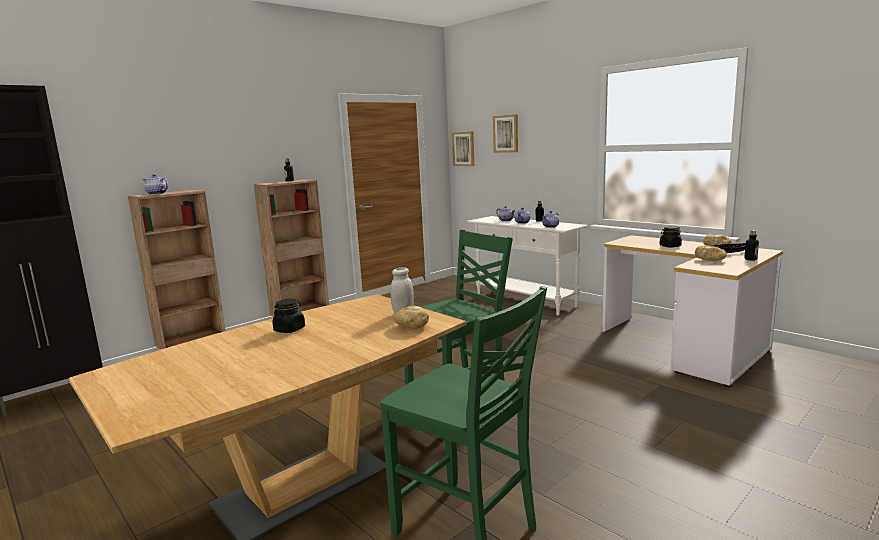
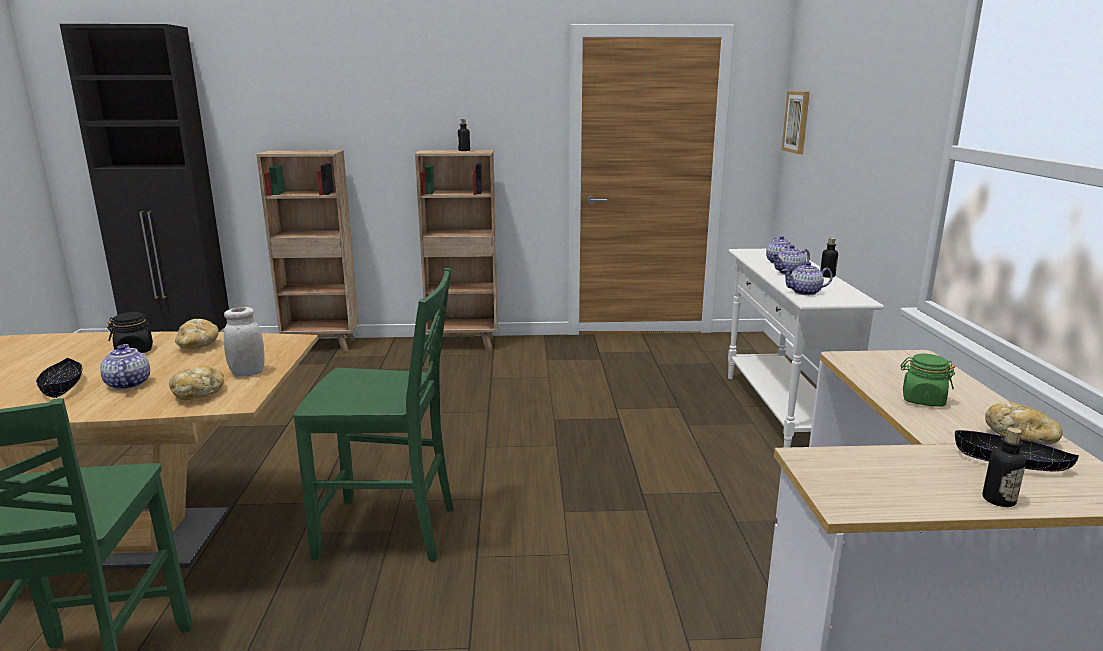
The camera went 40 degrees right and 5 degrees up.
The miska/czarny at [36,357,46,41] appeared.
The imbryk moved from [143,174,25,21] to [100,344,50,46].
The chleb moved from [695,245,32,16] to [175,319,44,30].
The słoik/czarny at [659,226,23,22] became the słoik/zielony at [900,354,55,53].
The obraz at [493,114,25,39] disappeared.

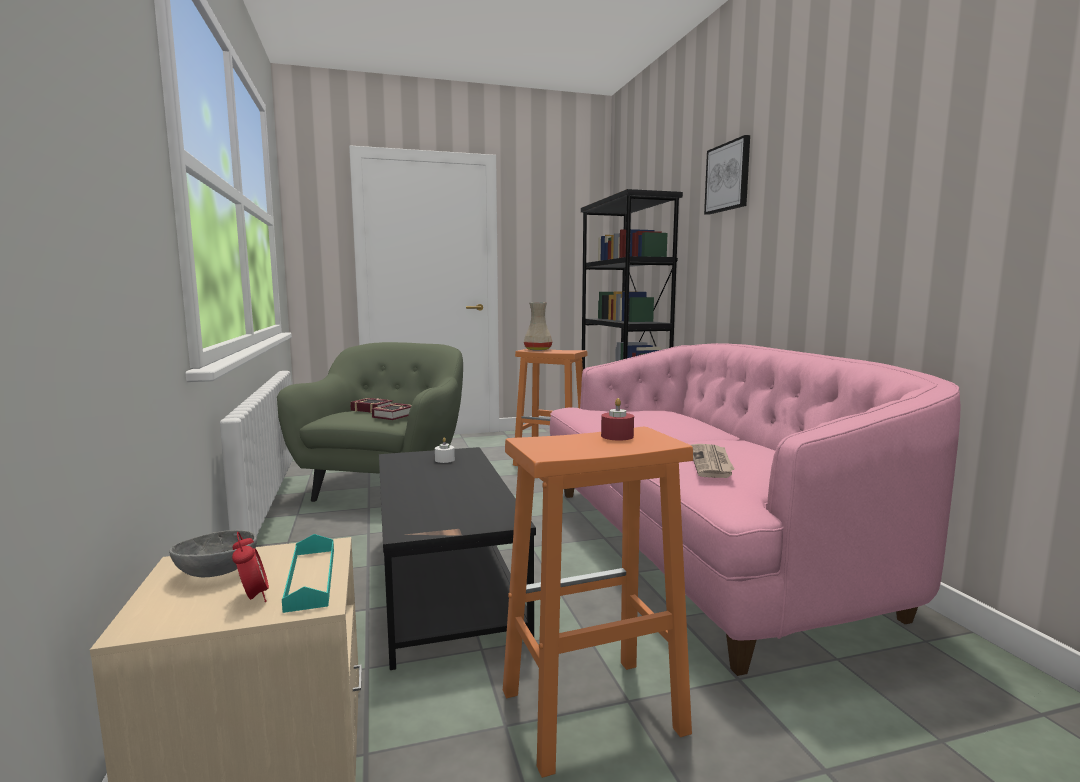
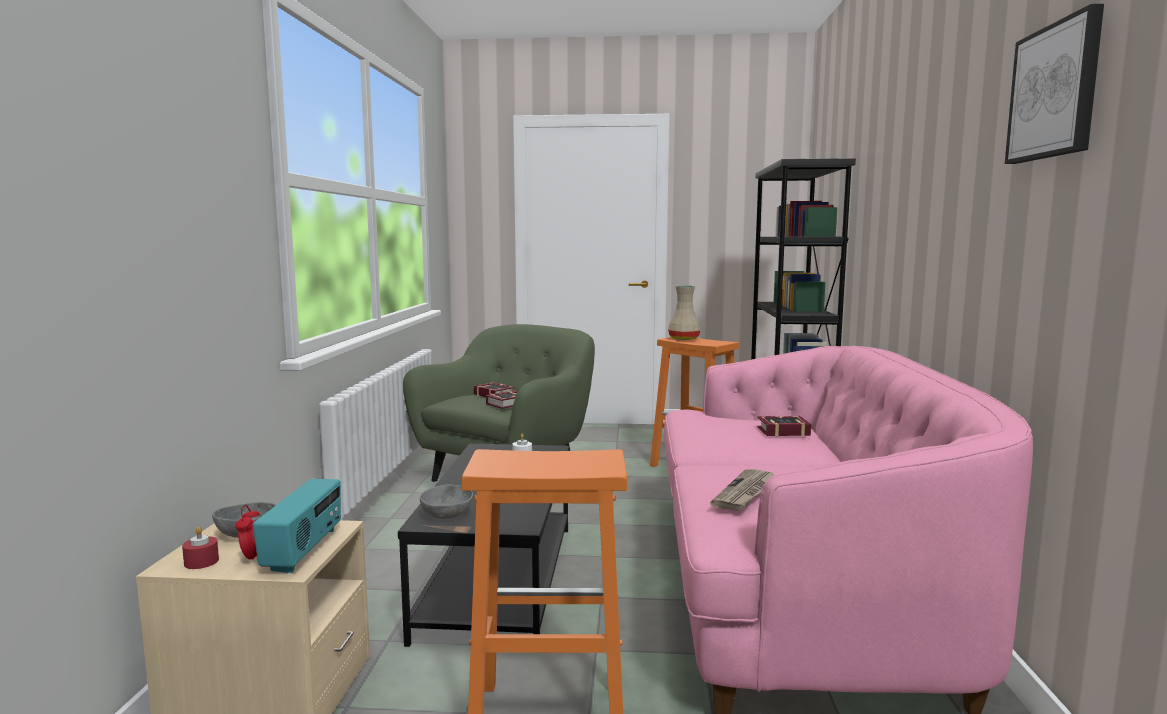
The camera went 20 degrees right and 0 degrees up.
The świeca/czerwony moved from [601,398,33,42] to [182,527,37,42].
The taca/turkusowy at [282,534,52,79] was replaced by the radio at [253,479,88,94].
The miska/szary at [420,484,53,35] appeared.
The książka at [757,415,54,22] appeared.
The obraz moved from [704,135,46,80] to [1005,4,99,160].

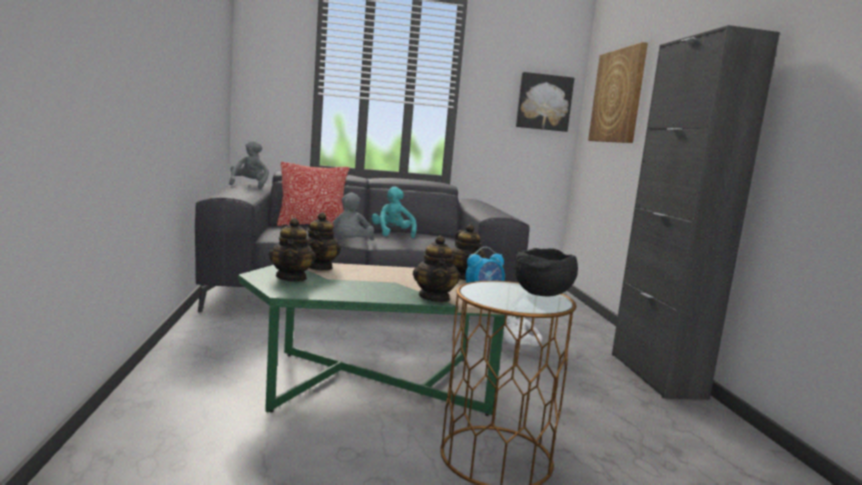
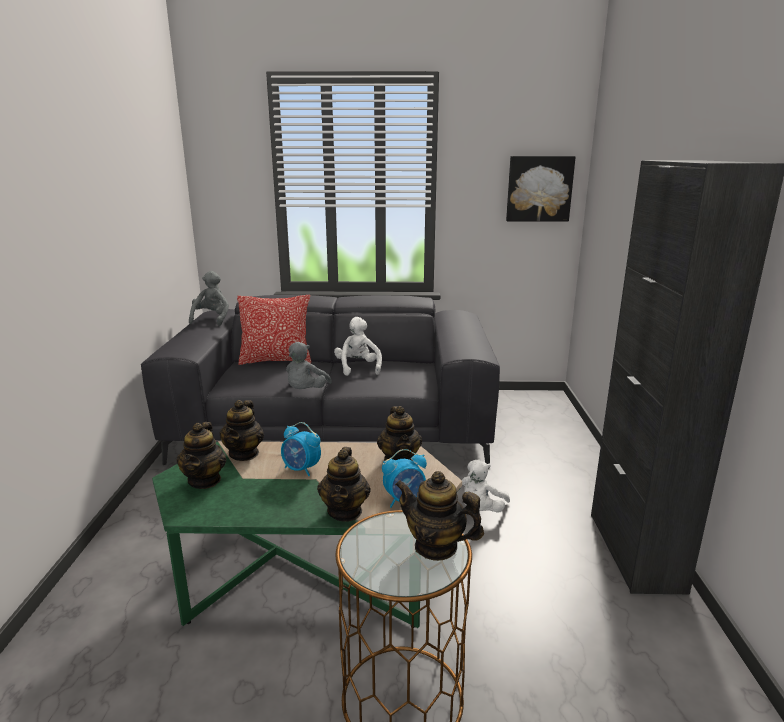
The camera went 10 degrees right and 10 degrees up.
The budzik at [281,422,40,54] appeared.
The pluszak/turkusowy at [372,187,45,51] became the pluszak/biały at [334,317,48,59].
The miska/czarny at [514,248,64,48] was replaced by the imbryk at [395,471,89,90].
The obraz at [588,42,60,101] disappeared.

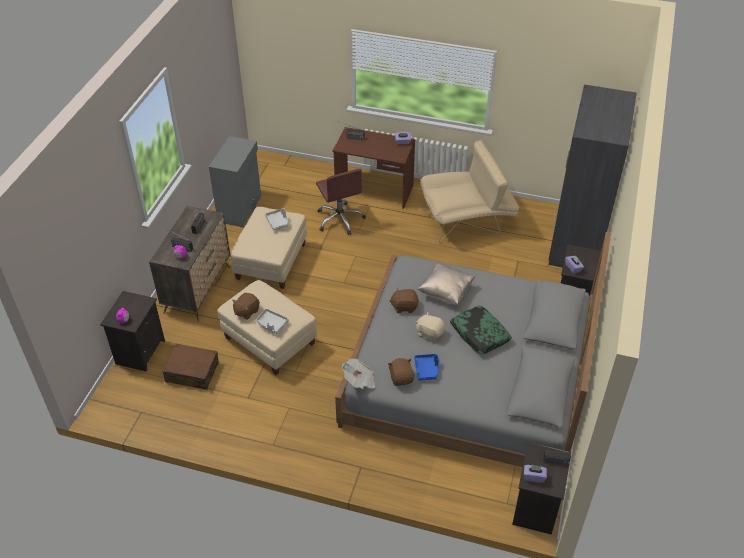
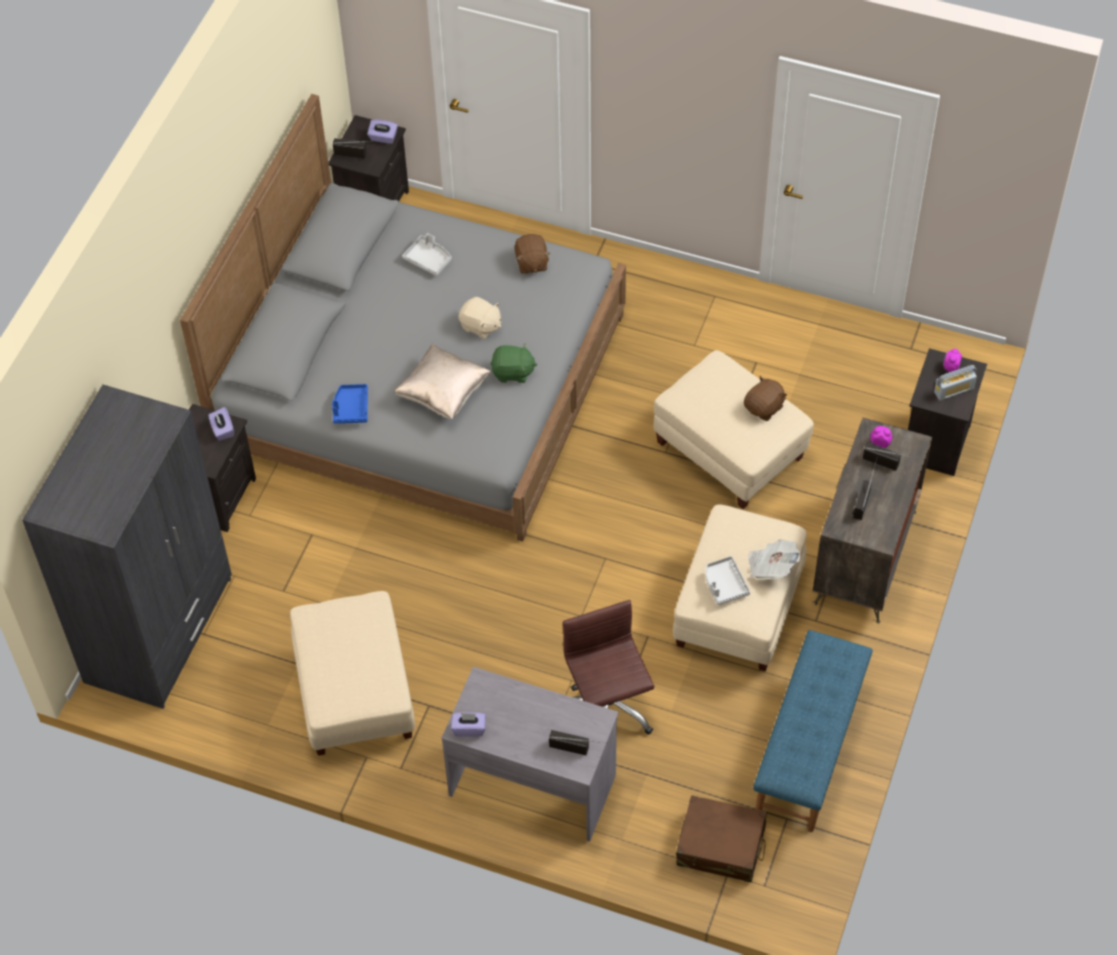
The camera went 175 degrees left and 10 degrees up.
The fotel/beżowy at [420,140,99,102] was replaced by the pufa/beżowy at [290,591,125,165].
The taca/niebieski moved from [414,354,25,27] to [332,384,36,40].
The taca/szary moved from [256,309,33,25] to [402,233,50,43].
The biurko/brązowy at [333,127,82,82] became the biurko/szary at [441,667,178,175].
The pluszak/brązowy at [389,288,30,25] became the pluszak/zielony at [491,343,46,40].
The walizka/brązowy moved from [163,344,56,46] to [676,795,91,87].
The gazeta moved from [342,359,33,30] to [748,539,53,41].
The szafka/szary at [209,136,52,91] was replaced by the ławka/niebieski at [753,630,120,202].
The radio at [934,365,43,36] appeared.
The poduszka at [450,306,62,48] disappeared.

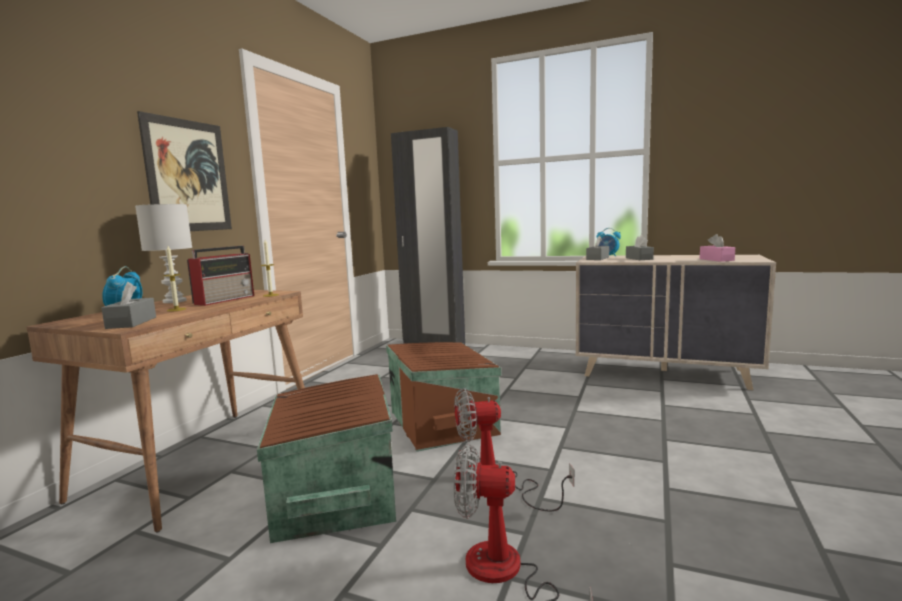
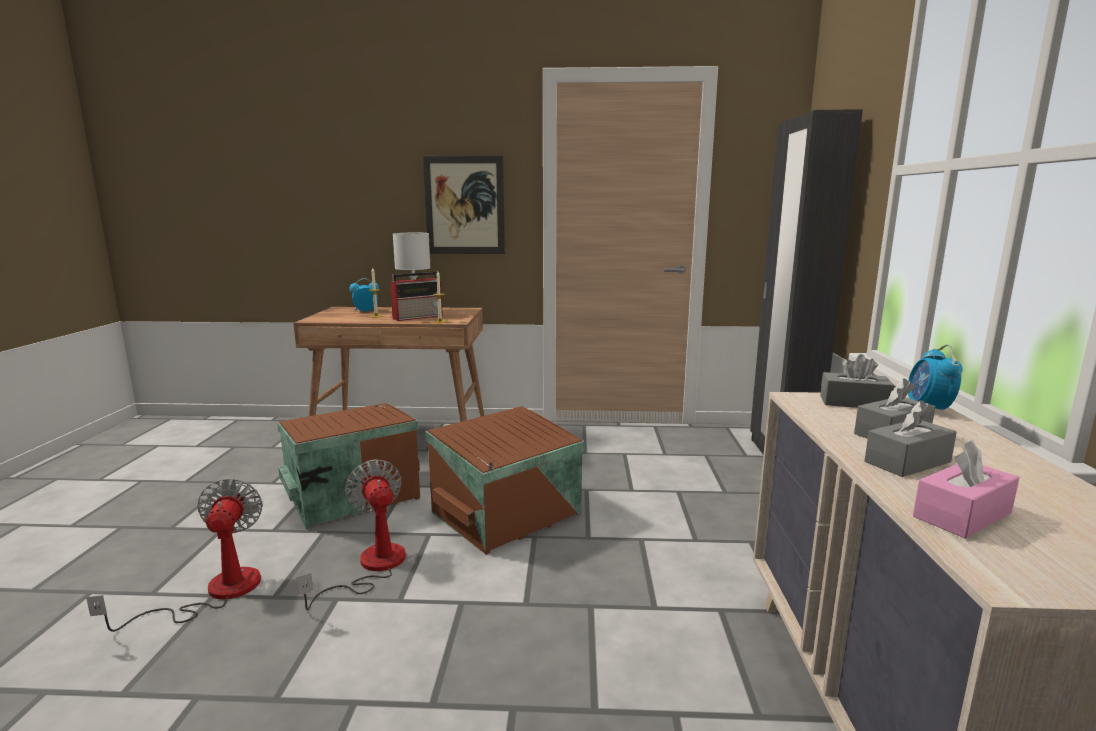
The camera went 70 degrees right and 5 degrees up.
The radio at [187,246,67,60] turned 45 degrees counterclockwise.
The pudełko chusteczek/szary moved from [101,282,55,47] to [864,400,93,77].

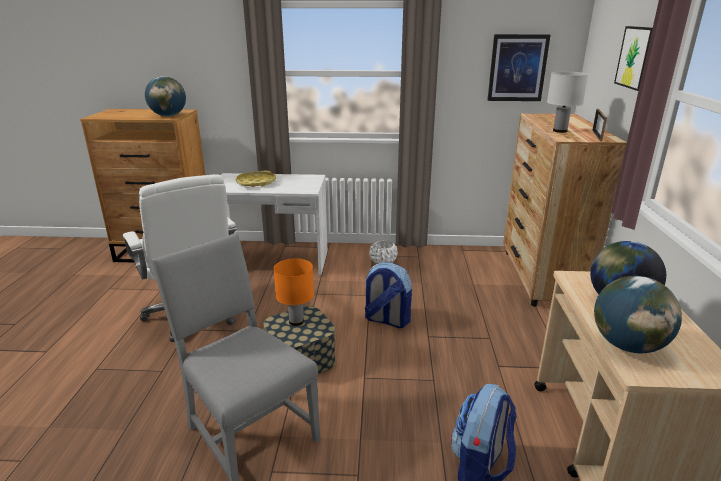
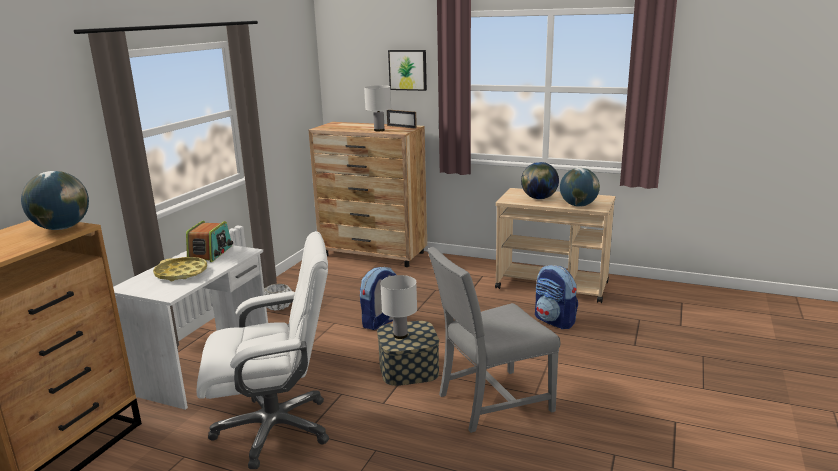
The camera went 70 degrees left and 5 degrees down.
The radio at [186,221,47,41] appeared.
The lampa stołowa/pomarańczowy at [273,259,41,67] became the lampa stołowa/biały at [380,275,37,64].
The obraz at [488,34,62,67] disappeared.

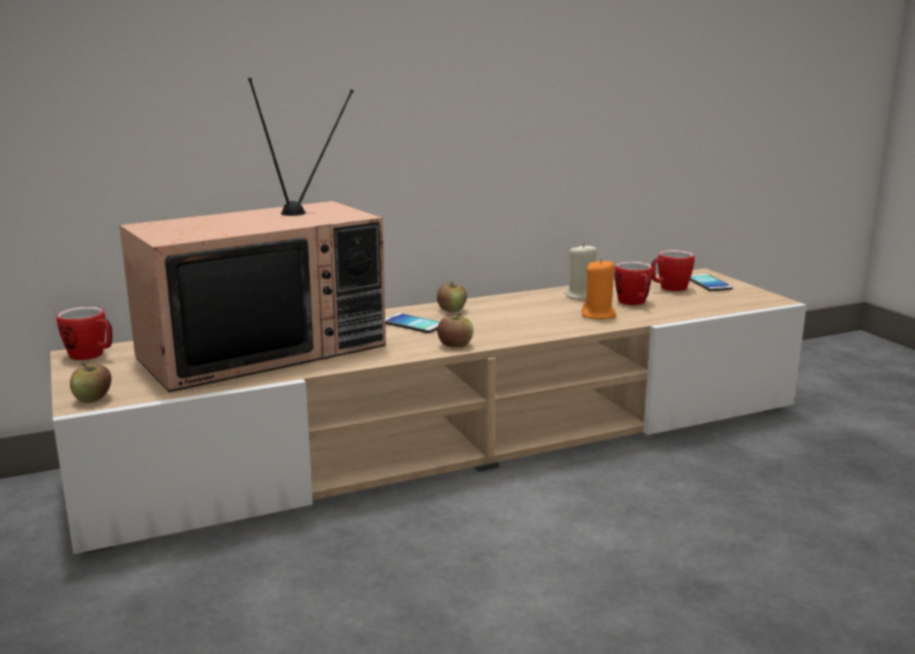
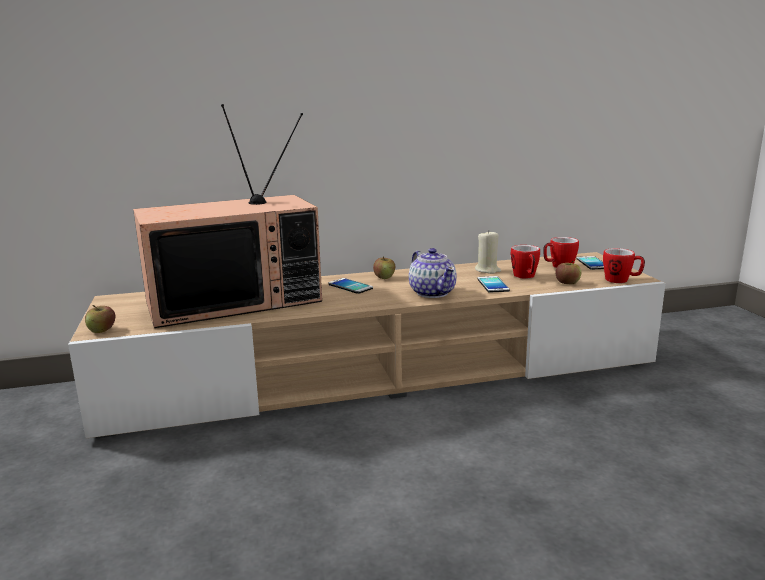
The camera went 10 degrees right and 0 degrees up.
The imbryk at [409,248,48,50] appeared.
The świeca/pomarańczowy at [582,258,35,61] was replaced by the telefon at [478,276,32,17].
The jabłko moved from [437,314,36,33] to [556,261,25,23].
The kubek moved from [57,307,55,53] to [603,248,42,35].

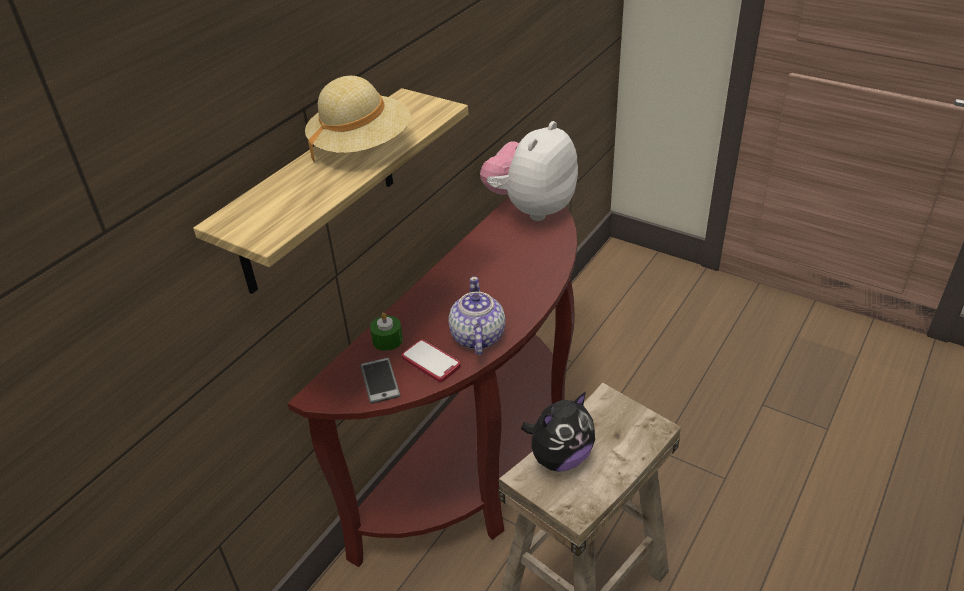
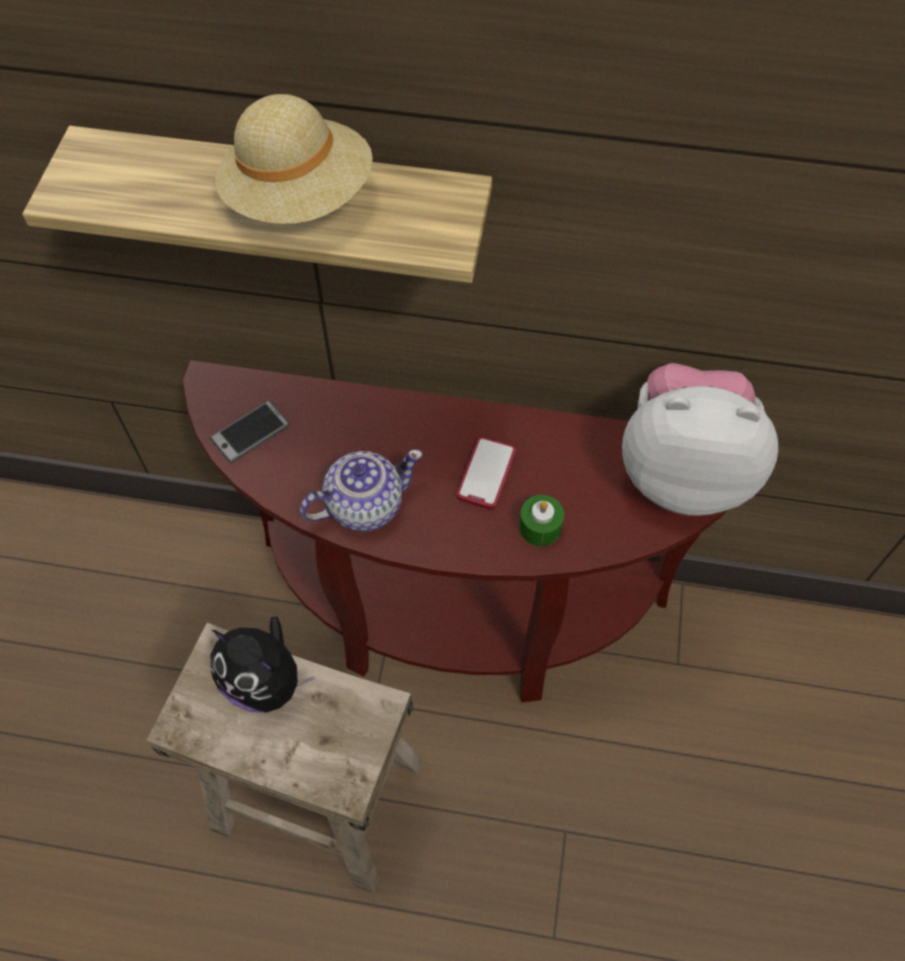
The camera went 65 degrees right and 20 degrees up.
The telefon moved from [402,340,58,42] to [457,437,59,73].
The świeca/zielony moved from [370,313,33,38] to [519,495,45,51].

